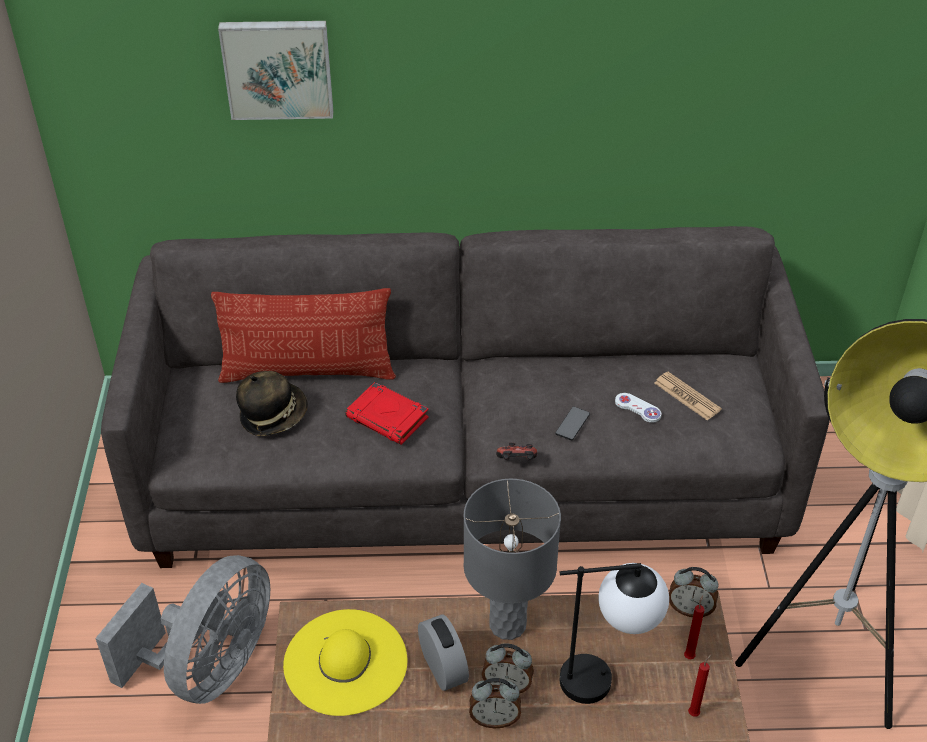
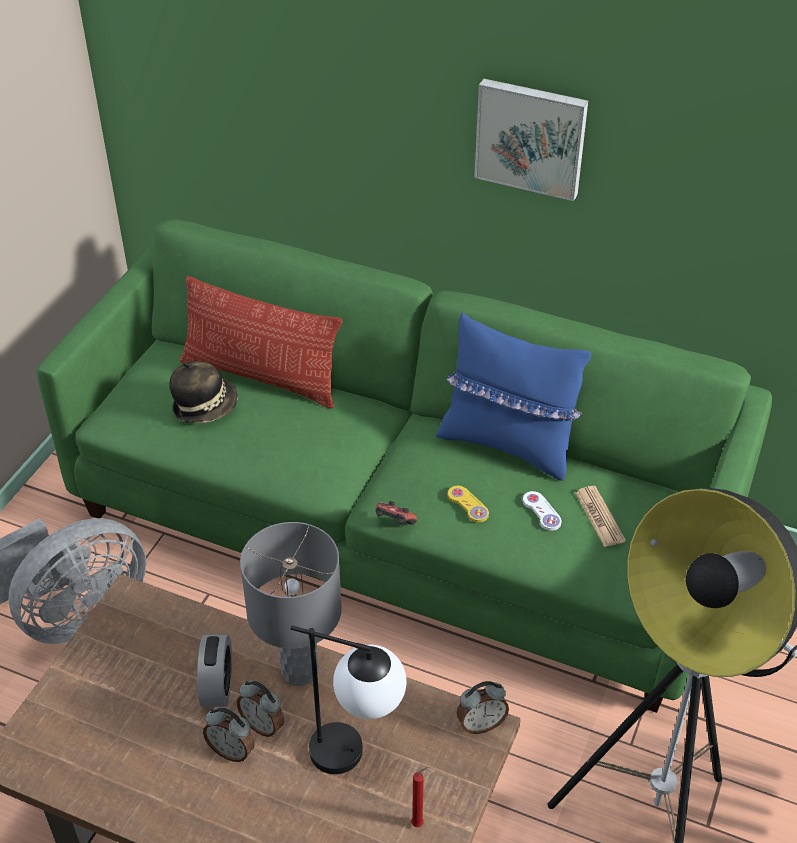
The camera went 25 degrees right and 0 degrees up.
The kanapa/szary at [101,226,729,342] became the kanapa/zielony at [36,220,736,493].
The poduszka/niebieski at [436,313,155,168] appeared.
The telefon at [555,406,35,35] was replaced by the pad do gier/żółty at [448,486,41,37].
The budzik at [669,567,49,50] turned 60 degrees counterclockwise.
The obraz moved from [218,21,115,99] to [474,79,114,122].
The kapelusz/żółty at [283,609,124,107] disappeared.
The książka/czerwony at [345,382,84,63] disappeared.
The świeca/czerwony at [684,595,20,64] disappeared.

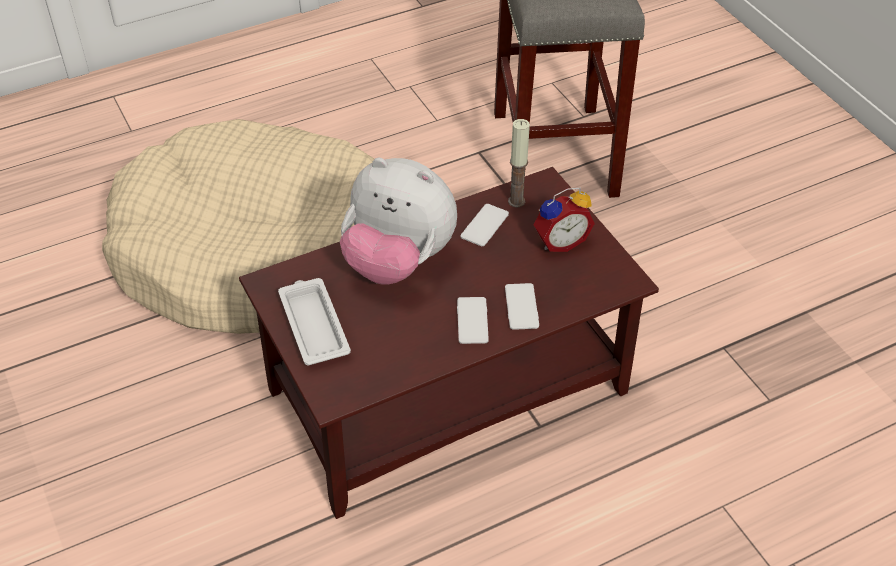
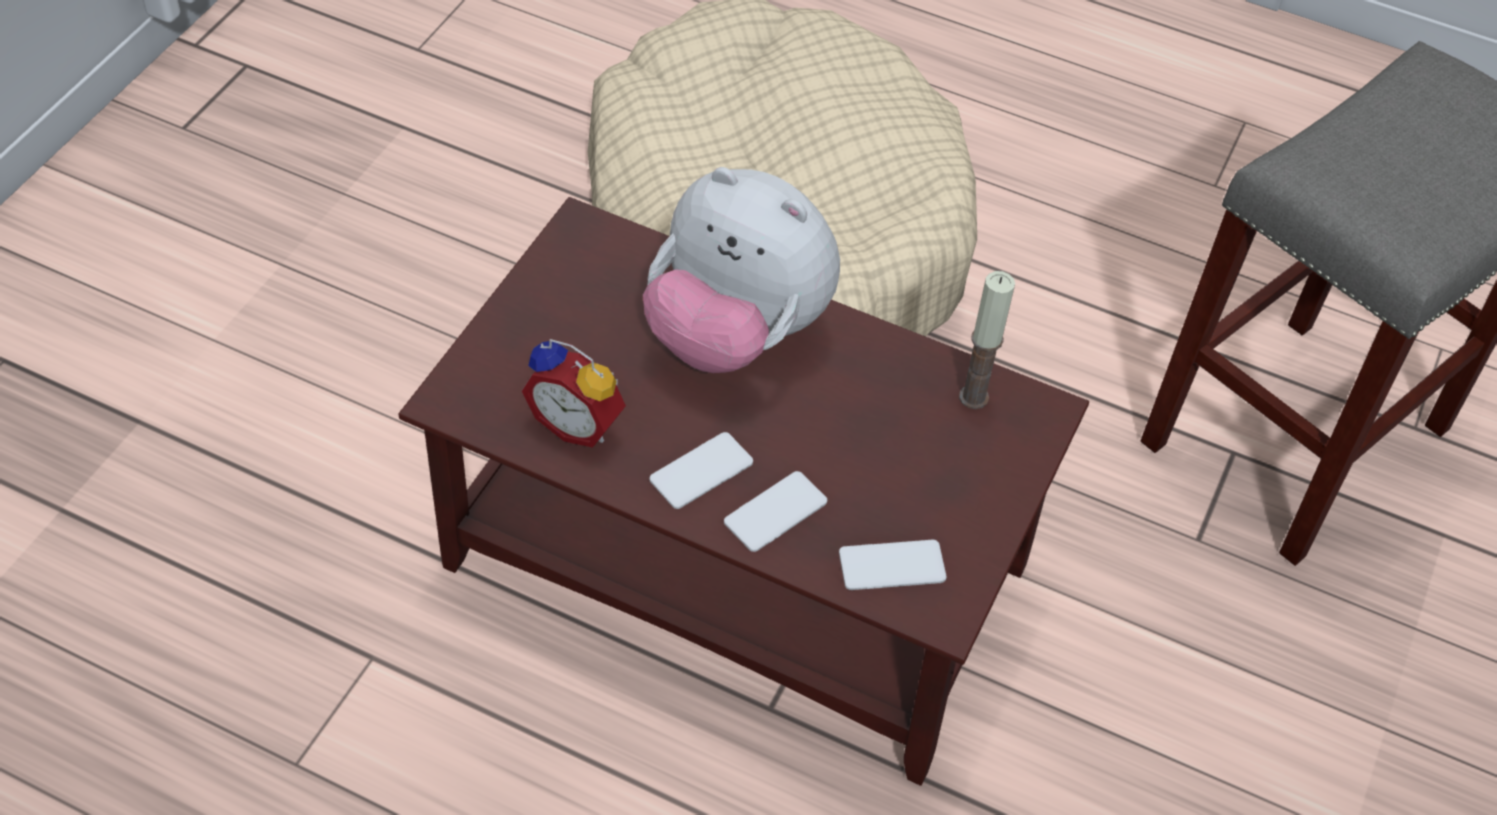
The camera went 50 degrees right and 5 degrees up.
The budzik moved from [534,188,61,64] to [522,339,104,109].
The pluszak at [340,158,117,127] turned 45 degrees counterclockwise.
The telefon moved from [461,204,48,42] to [839,540,107,50].
The taca/biały at [278,278,73,88] disappeared.

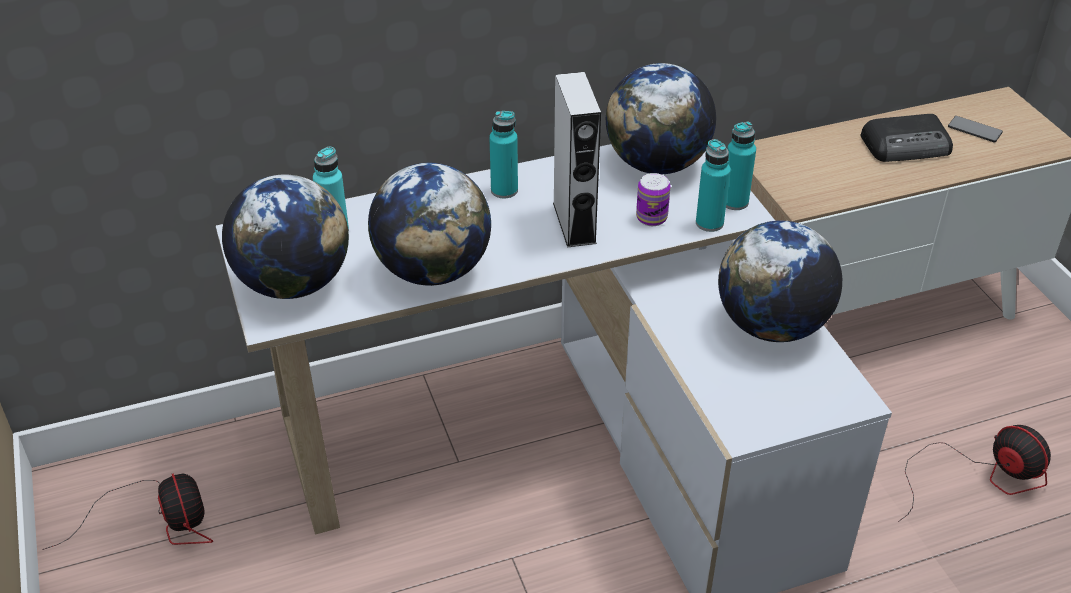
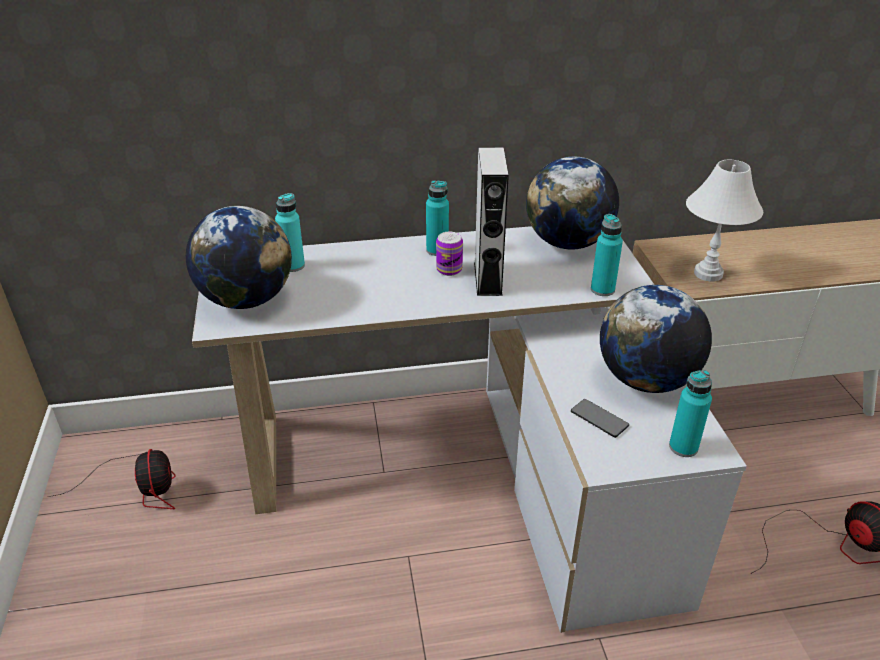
The camera went 10 degrees right and 5 degrees down.
The puszka moved from [636,173,35,53] to [436,232,27,44].
The telefon moved from [948,116,55,26] to [571,399,58,39].
The butelka/turkusowy moved from [726,121,30,89] to [669,370,43,87].
The lampa stołowa/biały at [686,160,77,122] appeared.
The globus at [368,163,123,123] disappeared.
The radio at [860,114,93,48] disappeared.

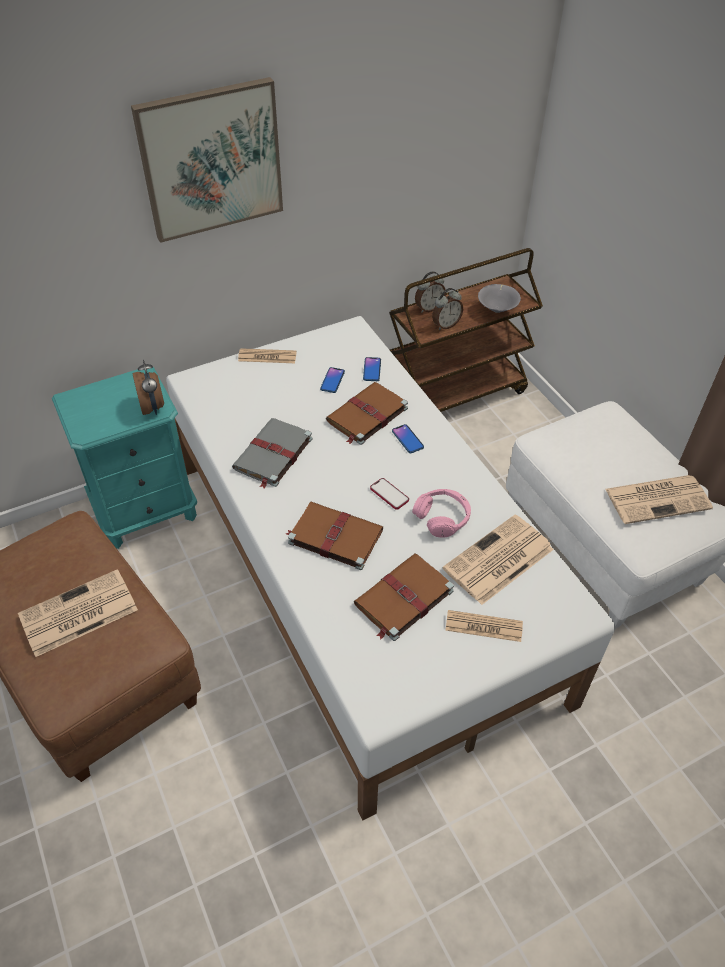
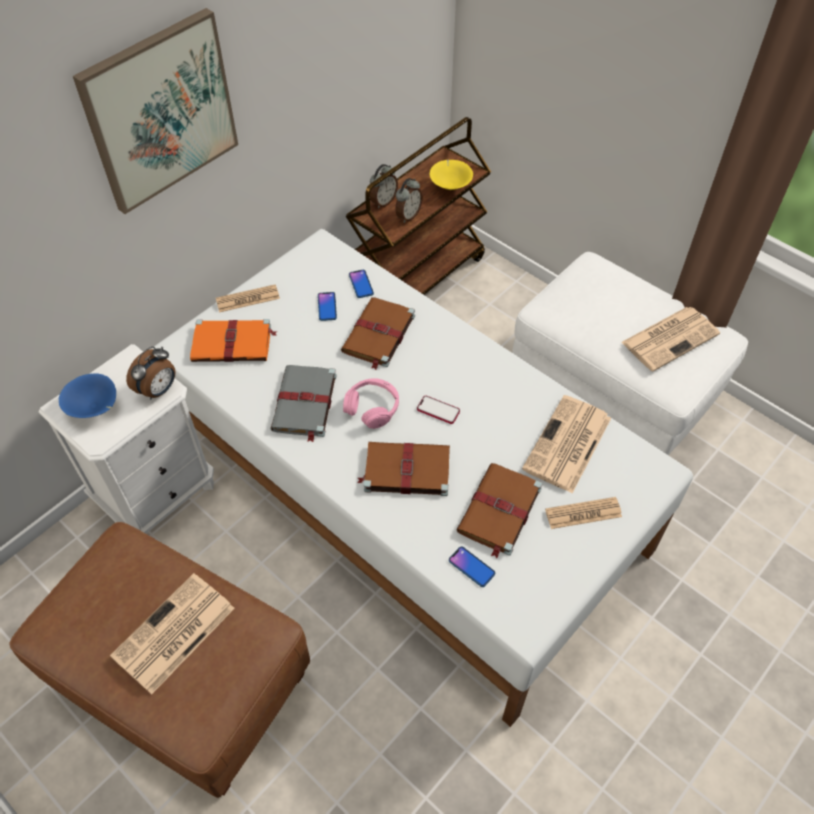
The camera went 20 degrees left and 5 degrees up.
The szafka nocna/turkusowy at [52,367,145,182] became the szafka nocna/biały at [39,344,175,191].
The miska/niebieski at [59,373,57,45] appeared.
The budzik at [133,360,31,55] turned 75 degrees clockwise.
The książka/pomarańczowy at [190,319,87,43] appeared.
The słuchawki/różowy moved from [412,489,59,49] to [343,378,56,51].
The miska/szary at [478,284,43,29] became the miska/żółty at [429,160,44,30].
The telefon moved from [392,424,32,29] to [449,546,46,41].

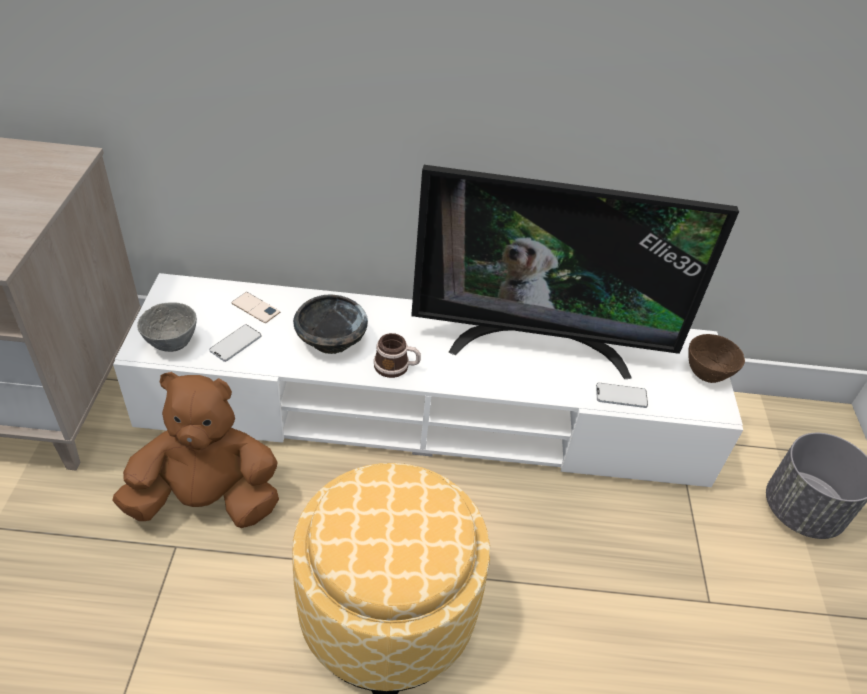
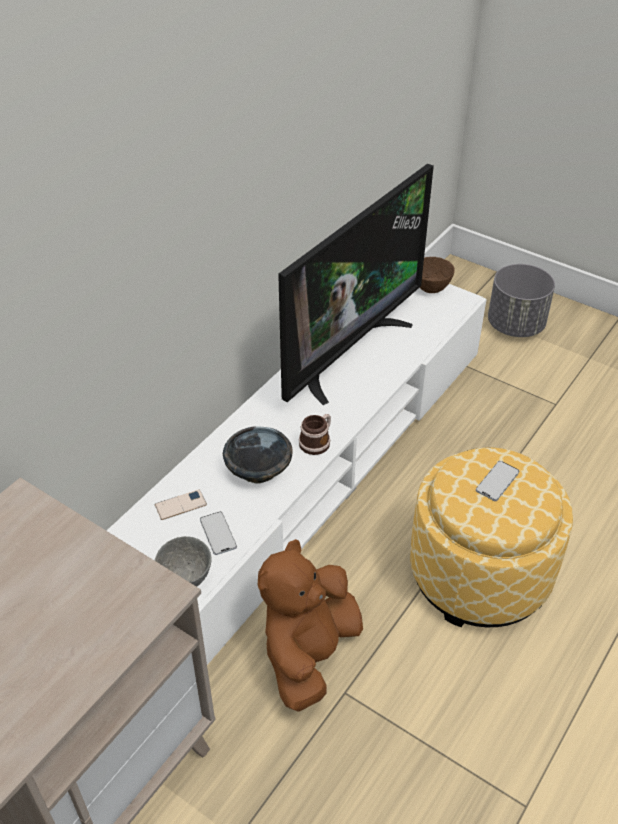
The camera went 55 degrees left and 0 degrees up.
The telefon moved from [596,383,52,25] to [476,461,43,40].

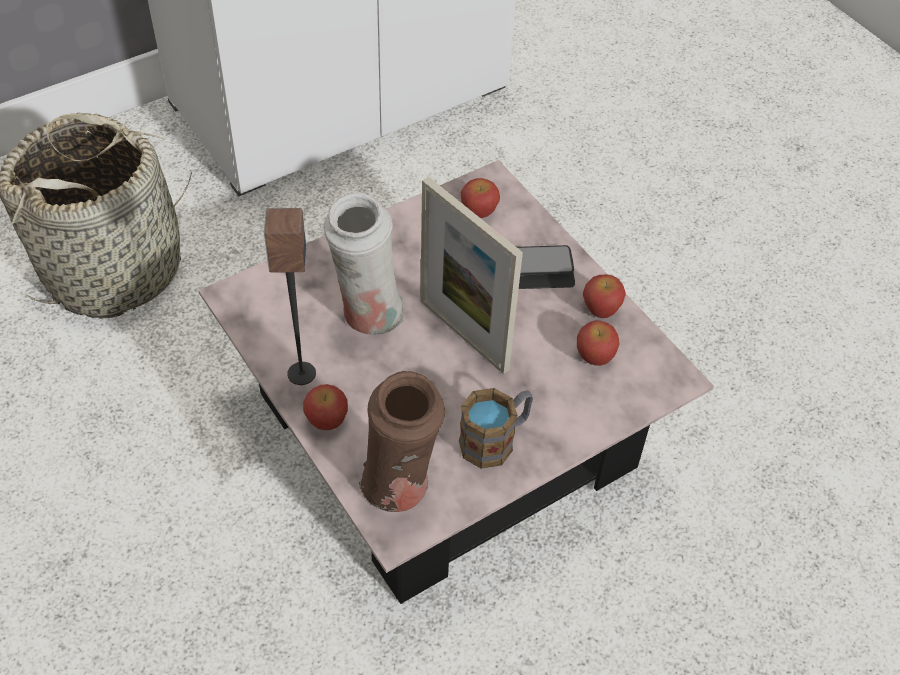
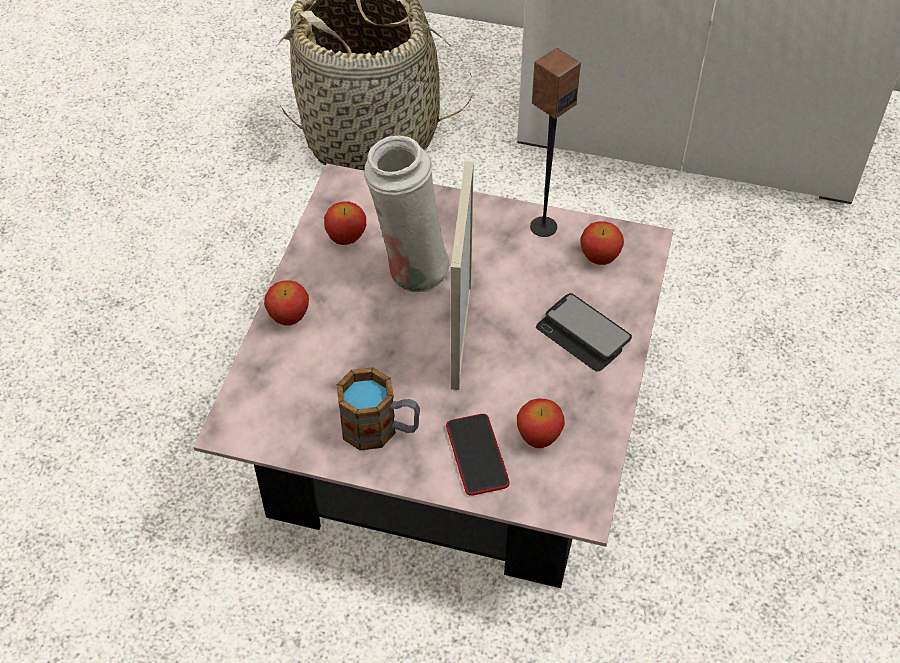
The camera went 50 degrees right and 0 degrees up.
The jabłko moved from [583,274,43,44] to [324,201,42,44].
The telefon at [446,414,64,82] appeared.
The głośnik moved from [264,208,52,177] to [530,48,51,189].
The wazon/brązowy at [359,371,86,141] disappeared.

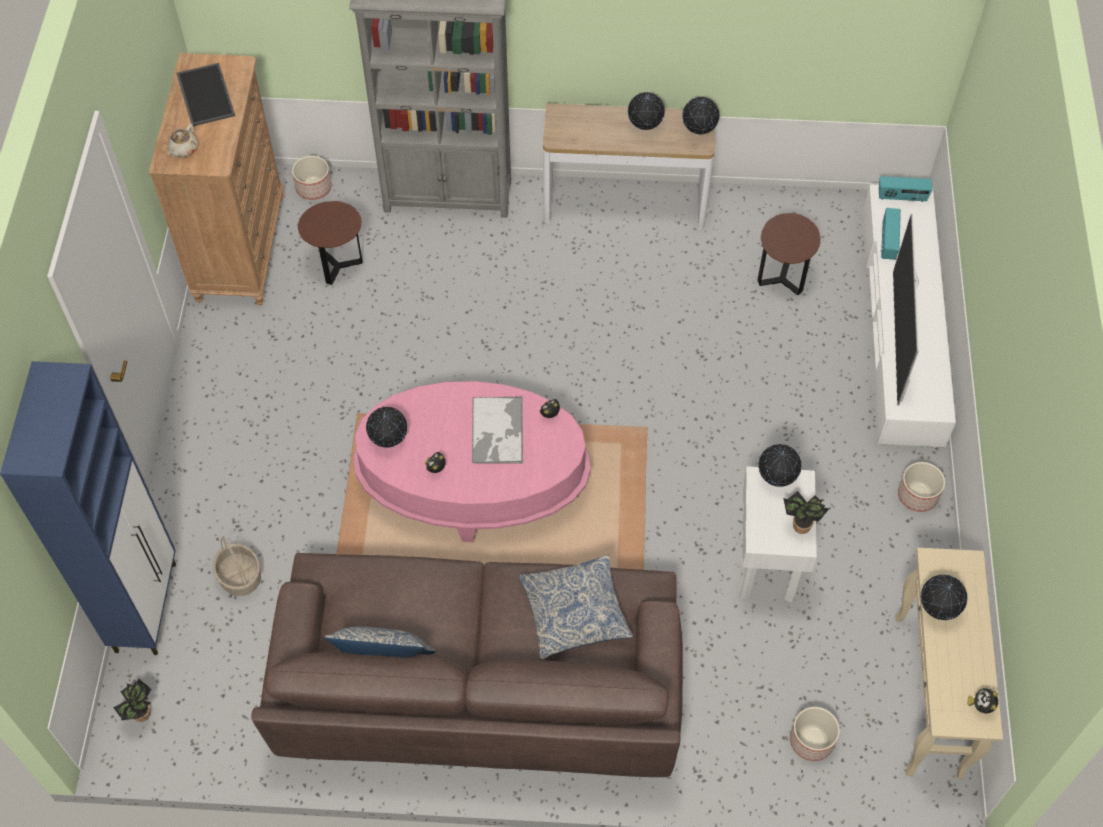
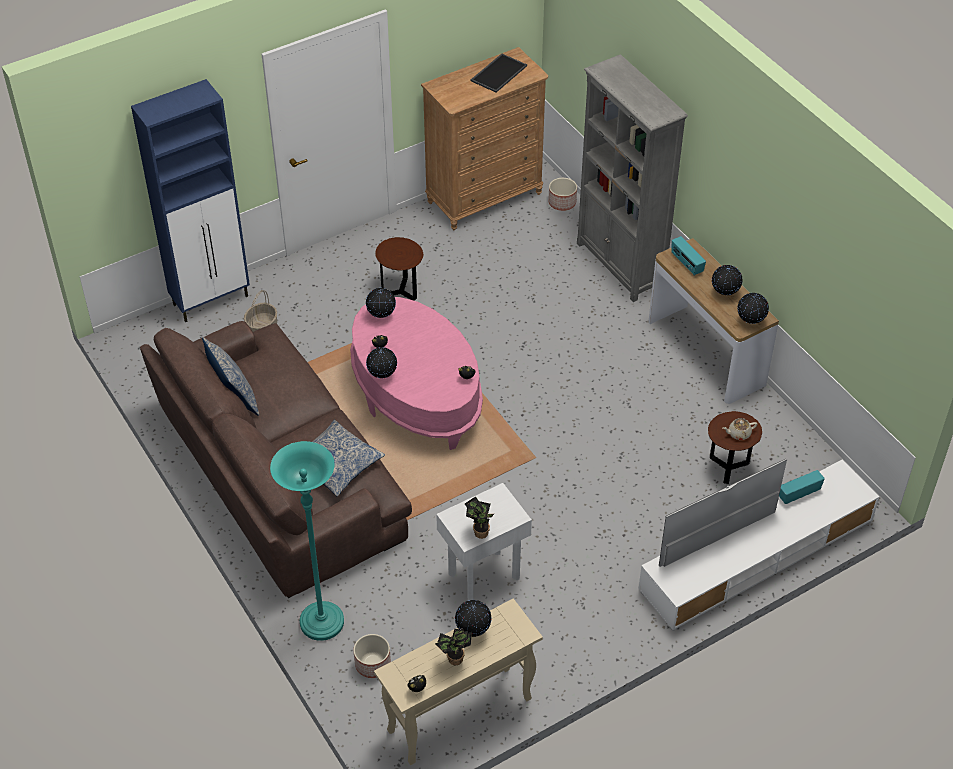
The camera went 55 degrees right and 10 degrees down.
The lampa stojąca/turkusowy at [270,441,74,200] appeared.
The globus moved from [758,444,44,43] to [366,347,31,31].
The stolik/brązowy moved from [298,201,65,84] to [375,237,49,63].
The roślina doniczkowa moved from [113,678,38,44] to [435,628,37,37].
The radio moved from [879,176,54,26] to [671,236,35,40].
The imbryk/beżowy moved from [168,124,30,33] to [723,418,35,22].
The taca at [472,397,51,67] disappeared.
The donica at [898,462,47,50] disappeared.

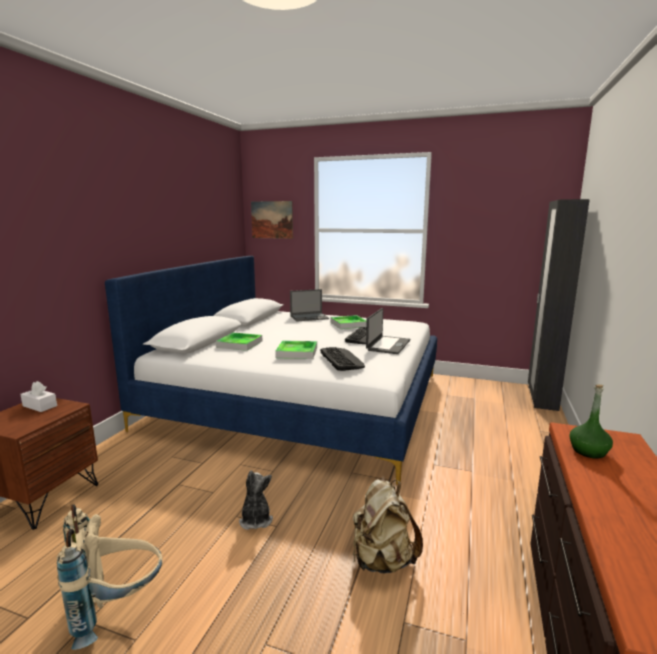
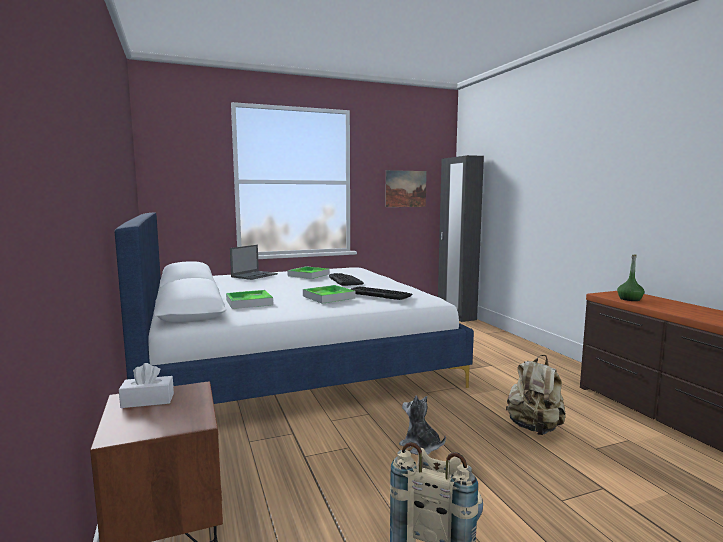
The camera went 40 degrees left and 5 degrees down.
The obraz moved from [251,201,42,38] to [385,170,42,37].
The laptop at [366,308,44,46] disappeared.

